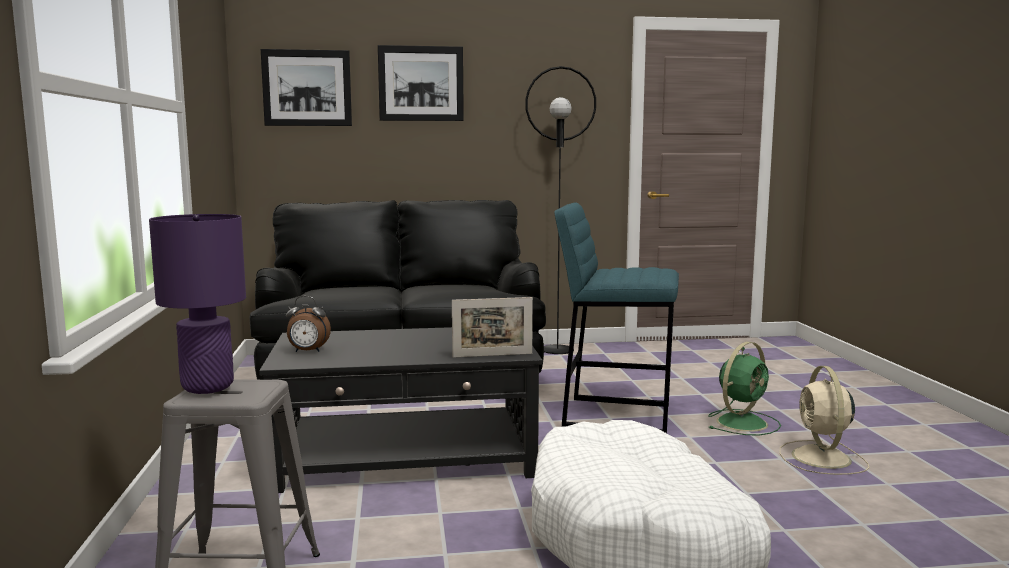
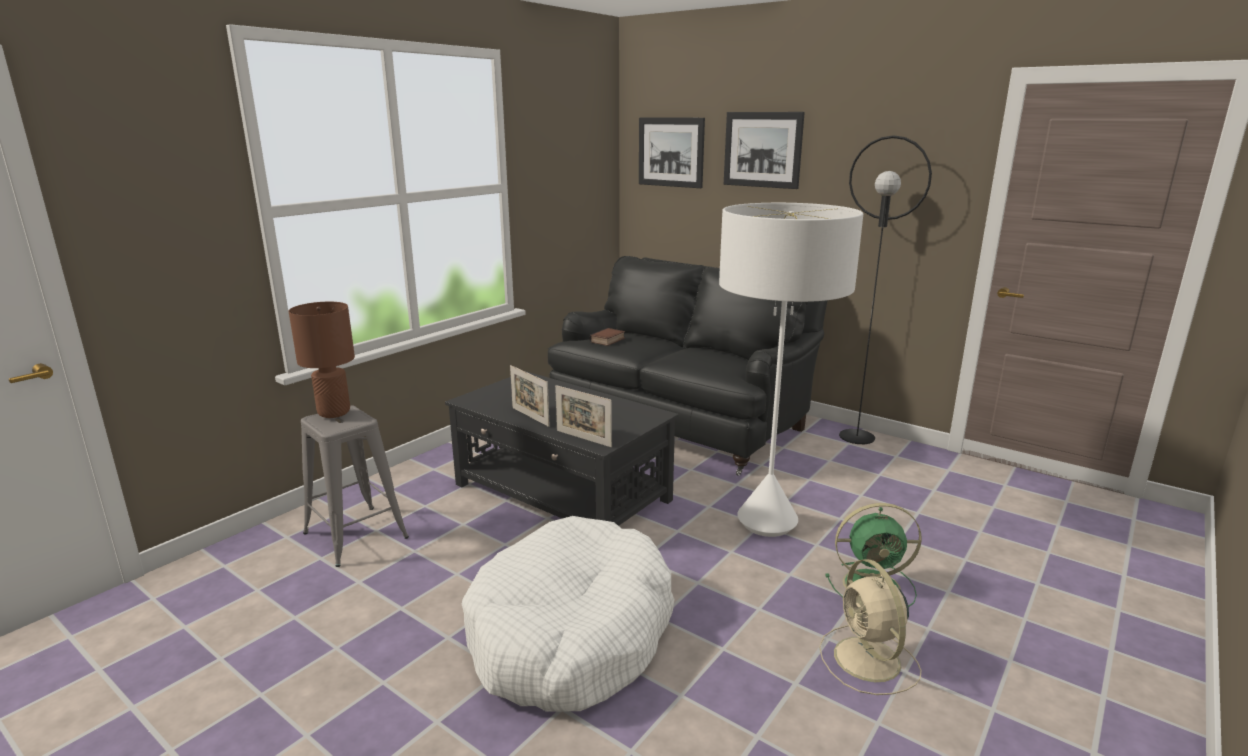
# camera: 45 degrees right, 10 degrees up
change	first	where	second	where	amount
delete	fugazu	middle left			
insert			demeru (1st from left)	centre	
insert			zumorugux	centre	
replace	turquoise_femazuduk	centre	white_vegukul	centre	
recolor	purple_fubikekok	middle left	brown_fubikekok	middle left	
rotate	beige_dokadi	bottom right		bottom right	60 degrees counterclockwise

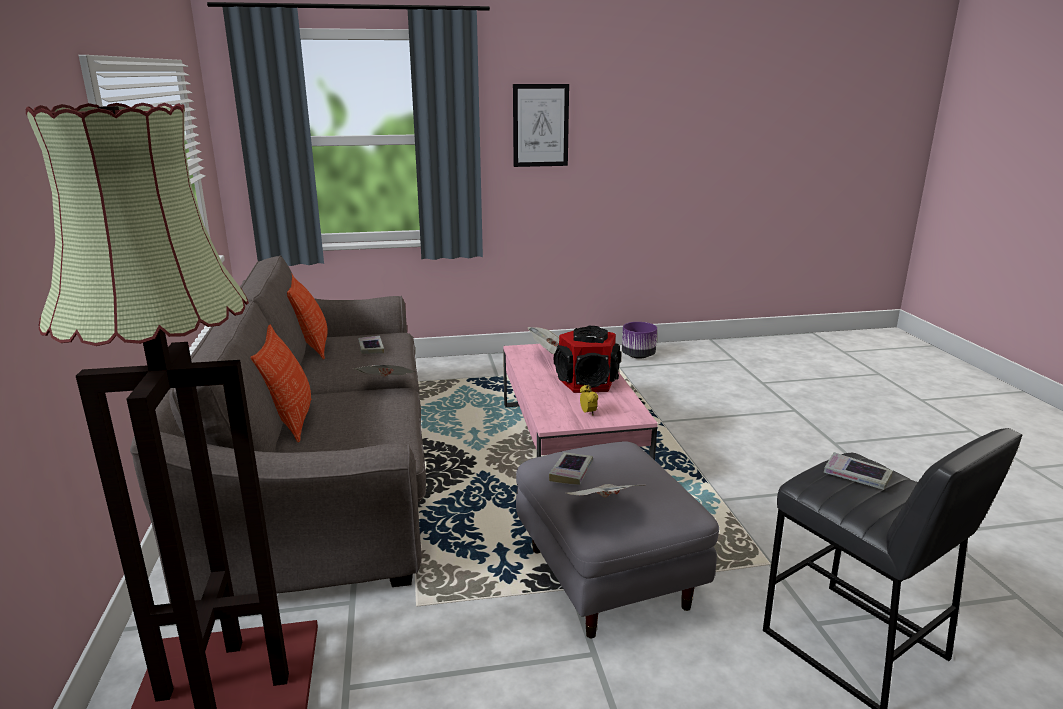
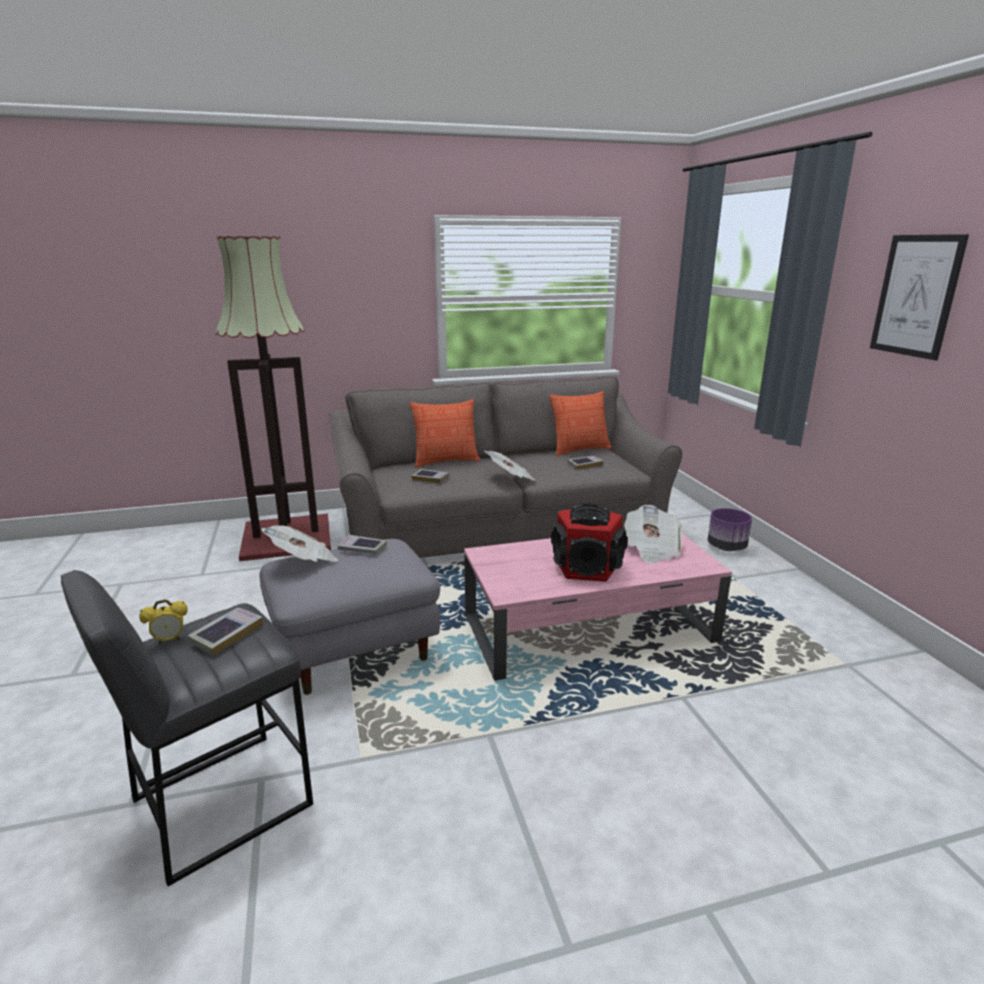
# camera: 85 degrees right, 0 degrees up
change	first	where	second	where	amount
insert			zumorugux (3rd from left)	centre	
move	fugazu	centre		middle left	
move	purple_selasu	centre		middle right	

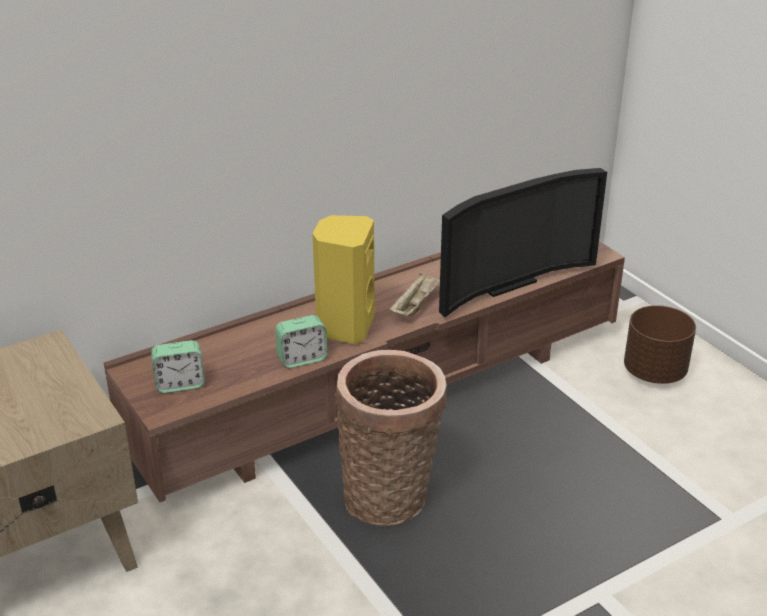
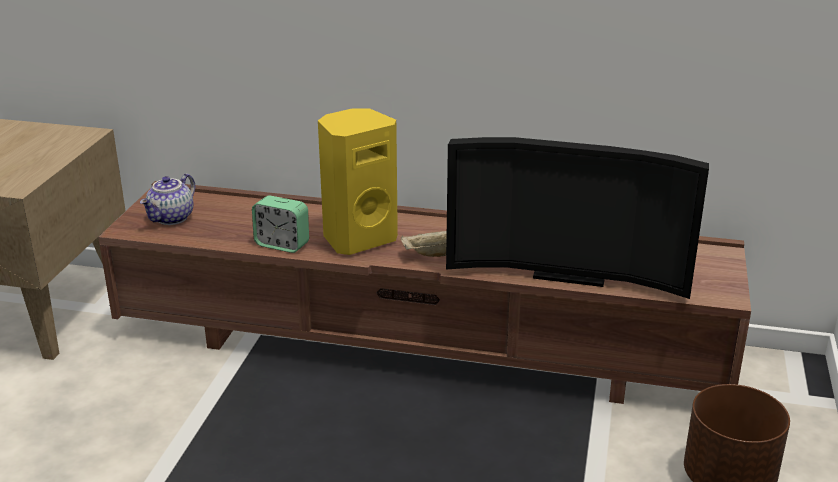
# camera: 45 degrees right, 5 degrees down
change	first	where	second	where	amount
delete	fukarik	bottom centre			
replace	fugazu (1st from left)	middle left	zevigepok	middle left	

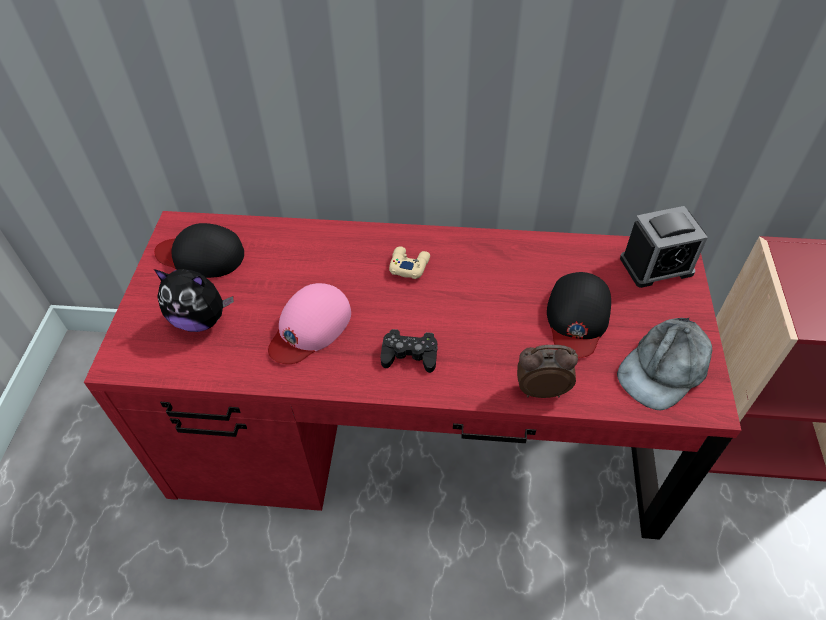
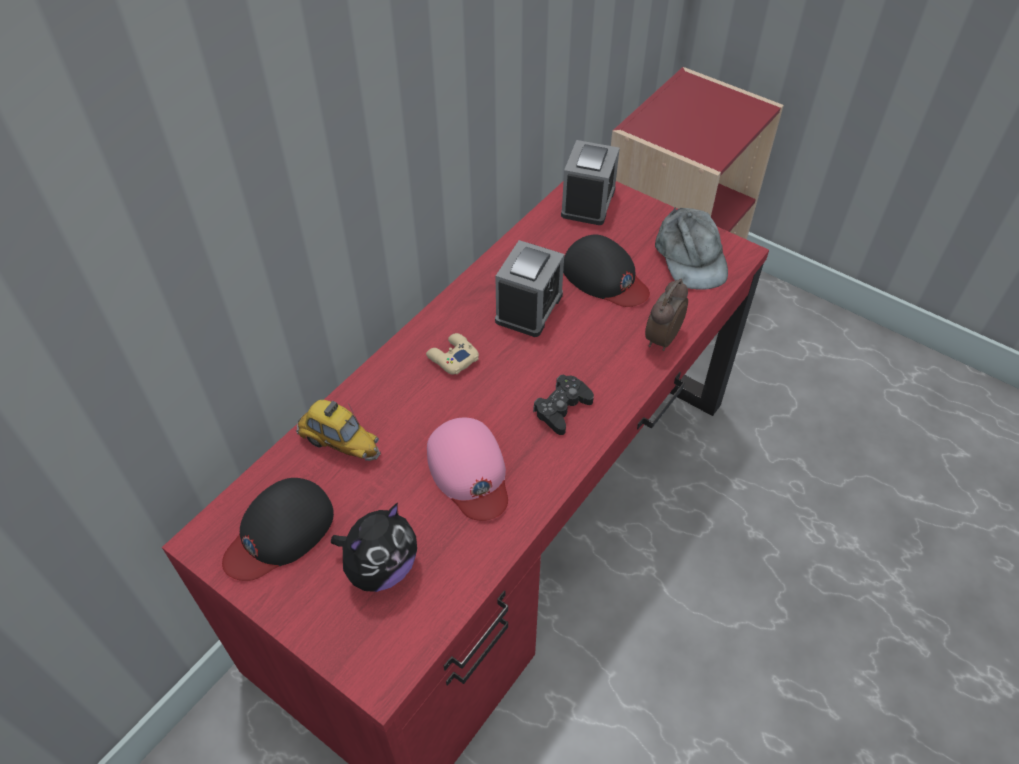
# camera: 60 degrees left, 0 degrees up
change	first	where	second	where	amount
insert			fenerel	middle left	
insert			fugazu (1st from left)	centre	

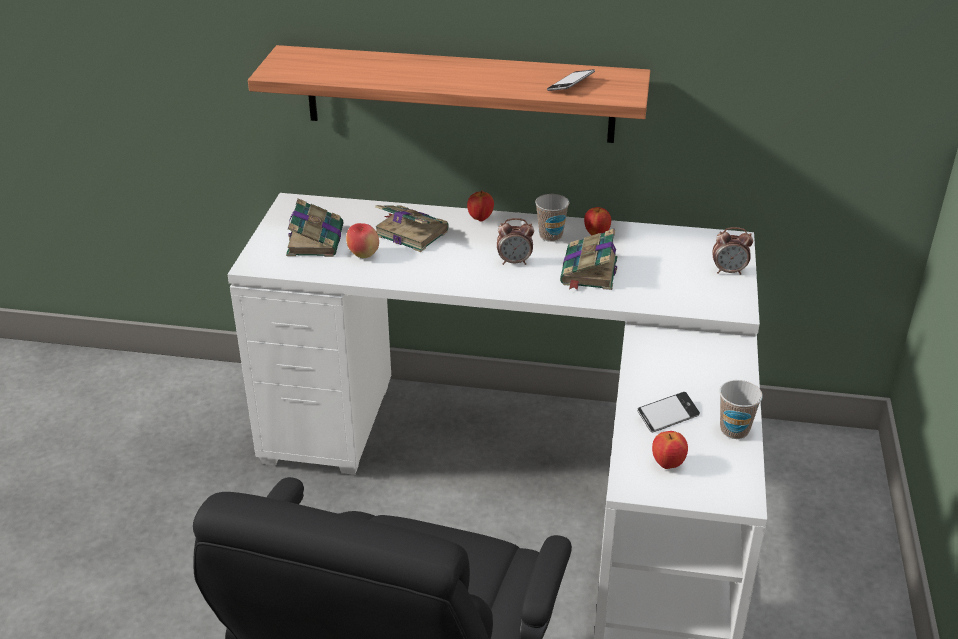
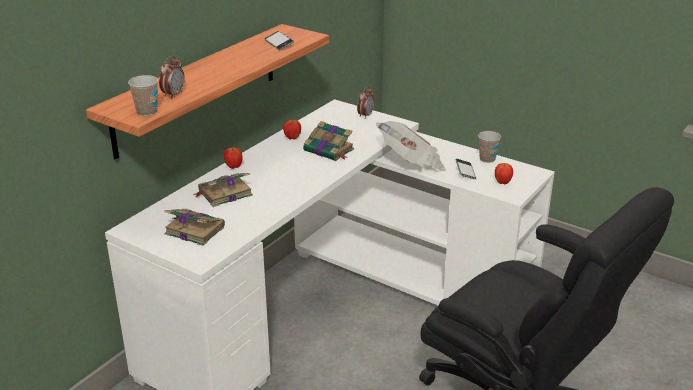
# camera: 65 degrees left, 5 degrees down
change	first	where	second	where	amount
delete	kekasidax (1st from left)	centre			
insert			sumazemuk	centre	
move	fugazu (1st from left)	centre		top left	
move	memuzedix (1st from left)	centre		top left	

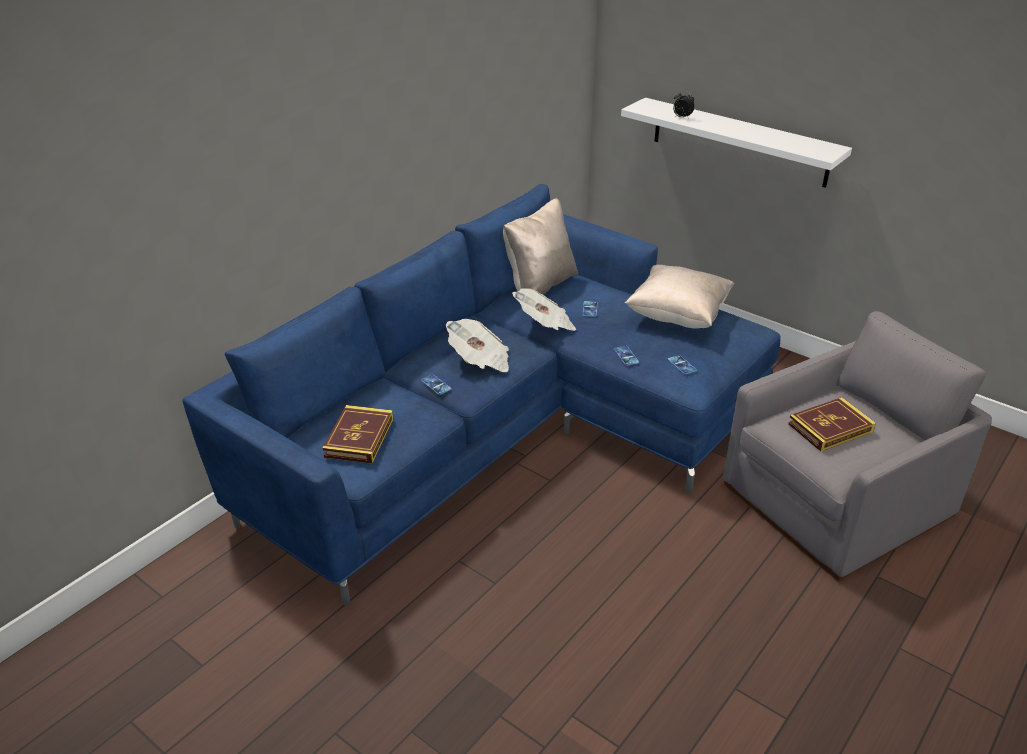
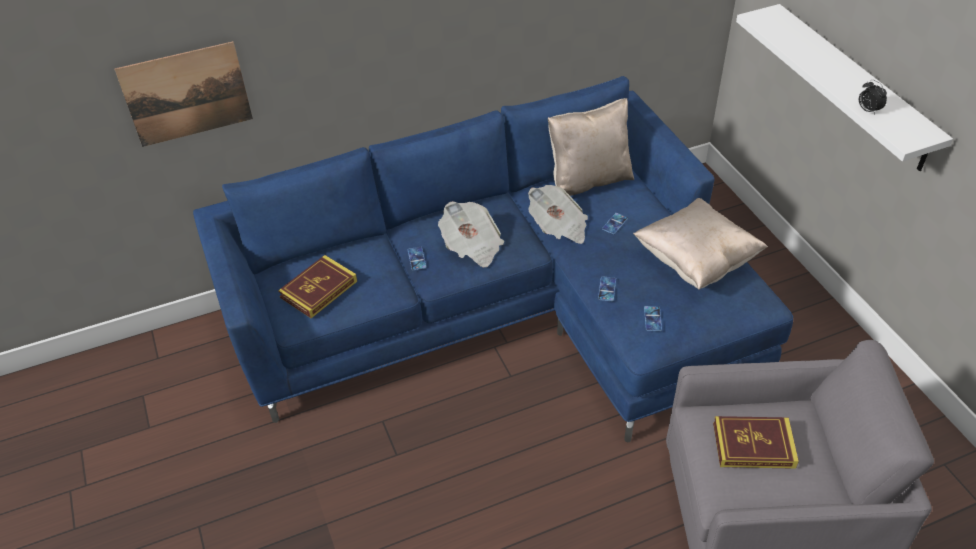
# camera: 30 degrees right, 10 degrees up
change	first	where	second	where	amount
insert			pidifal	top left	
move	fugazu	top centre		top right	

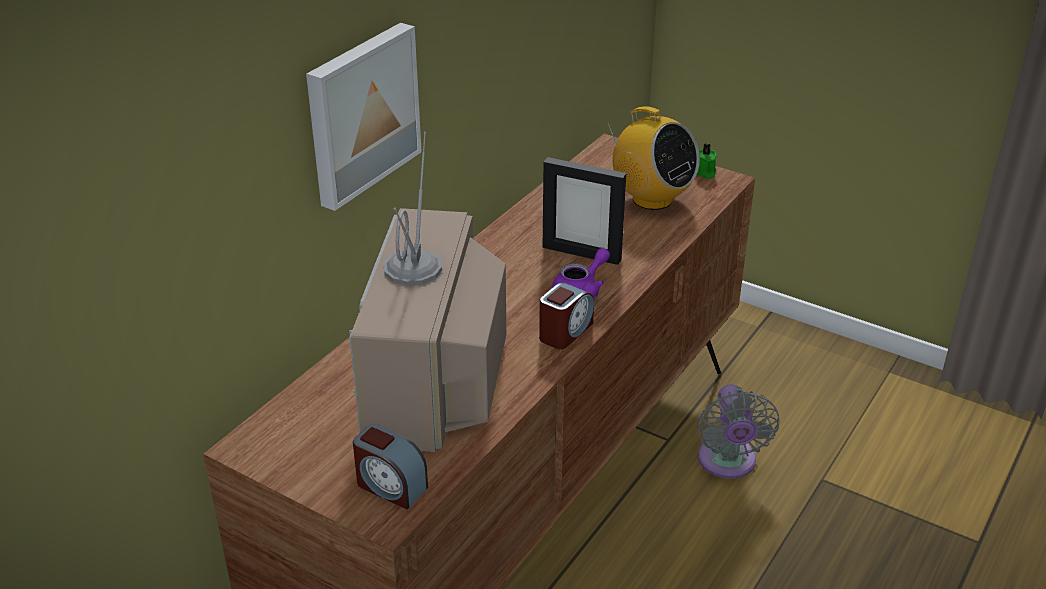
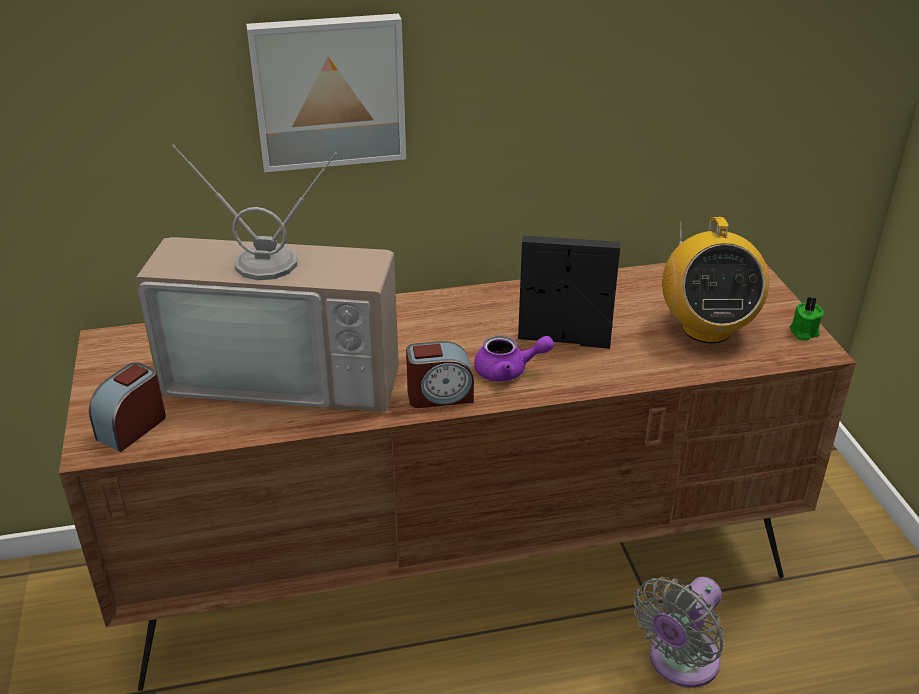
# camera: 45 degrees right, 0 degrees up
change	first	where	second	where	amount
rotate	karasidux	centre		middle left	135 degrees counterclockwise
rotate	fugazu (1st from left)	bottom centre		middle left	45 degrees clockwise
rotate	demeru	centre		centre	120 degrees clockwise

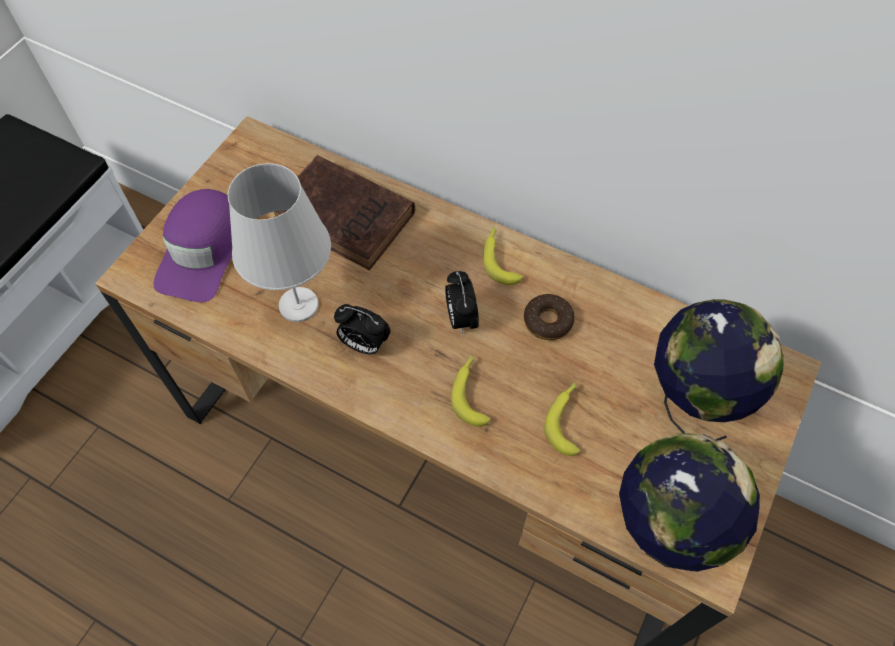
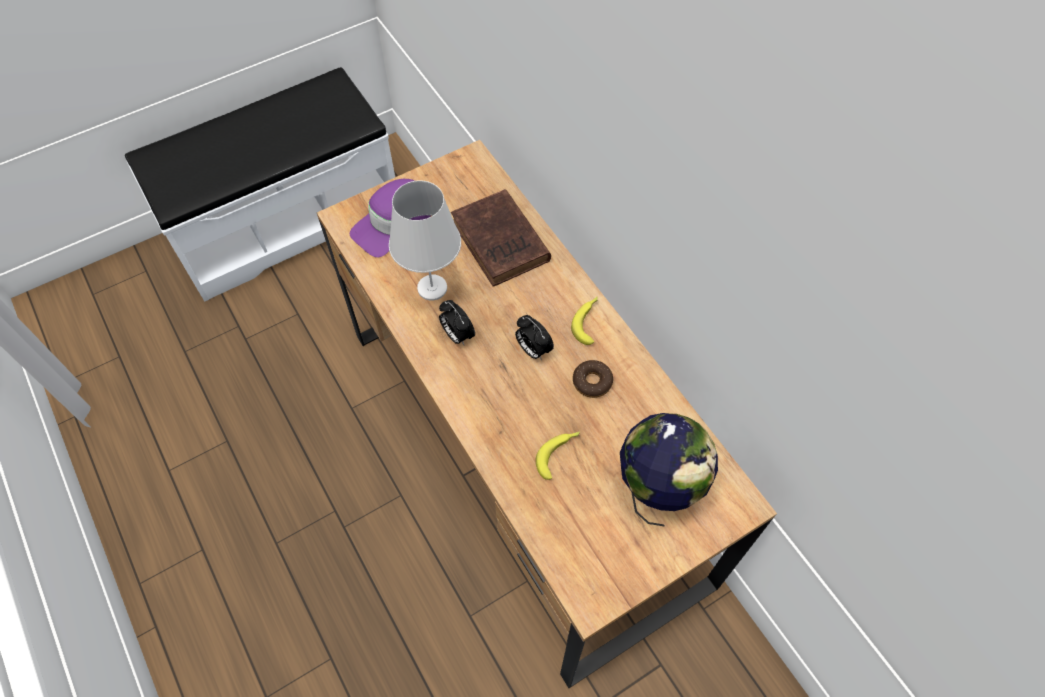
# camera: 30 degrees right, 0 degrees up
change	first	where	second	where	amount
delete	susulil (1st from left)	centre			
delete	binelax (1st from left)	bottom right			
rotate	fugazu (2nd from left)	centre		centre	60 degrees counterclockwise

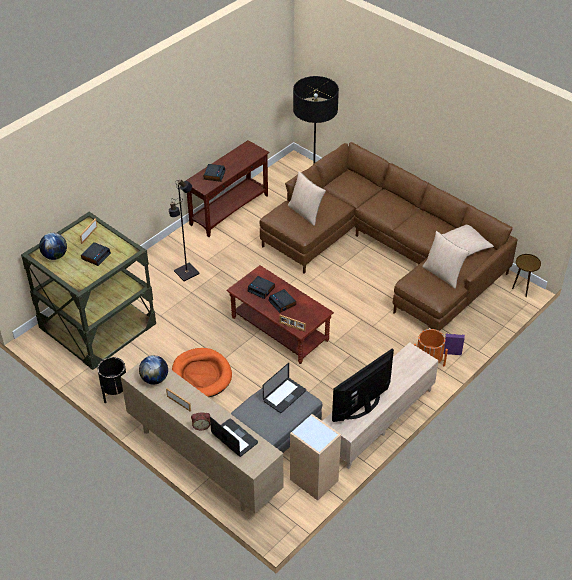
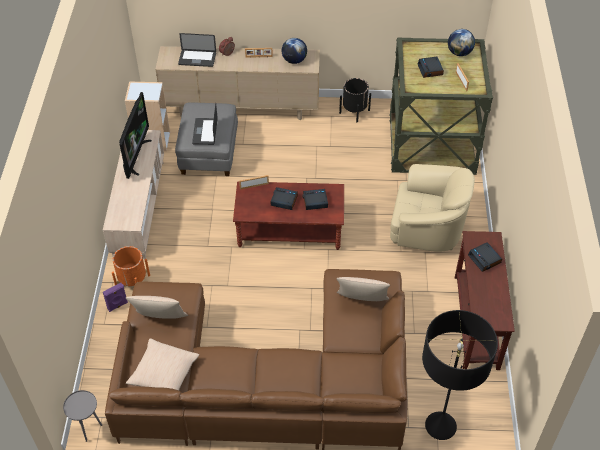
# camera: 140 degrees right, 5 degrees up
change	first	where	second	where	amount
delete	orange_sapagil	centre			
replace	black_vegukul (1st from left)	middle left	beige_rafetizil	middle right	
recolor	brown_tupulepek	middle right	grey_tupulepek	bottom left	

